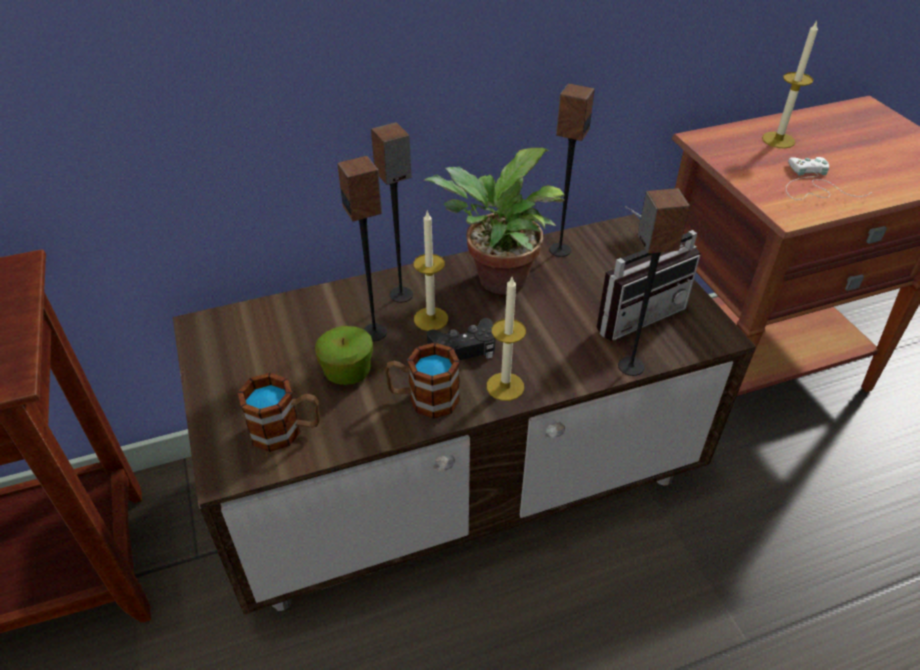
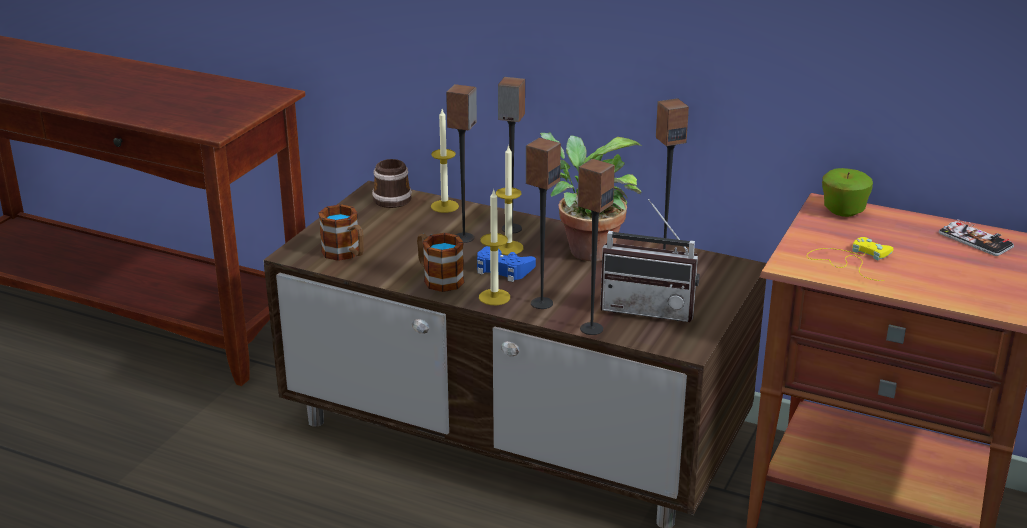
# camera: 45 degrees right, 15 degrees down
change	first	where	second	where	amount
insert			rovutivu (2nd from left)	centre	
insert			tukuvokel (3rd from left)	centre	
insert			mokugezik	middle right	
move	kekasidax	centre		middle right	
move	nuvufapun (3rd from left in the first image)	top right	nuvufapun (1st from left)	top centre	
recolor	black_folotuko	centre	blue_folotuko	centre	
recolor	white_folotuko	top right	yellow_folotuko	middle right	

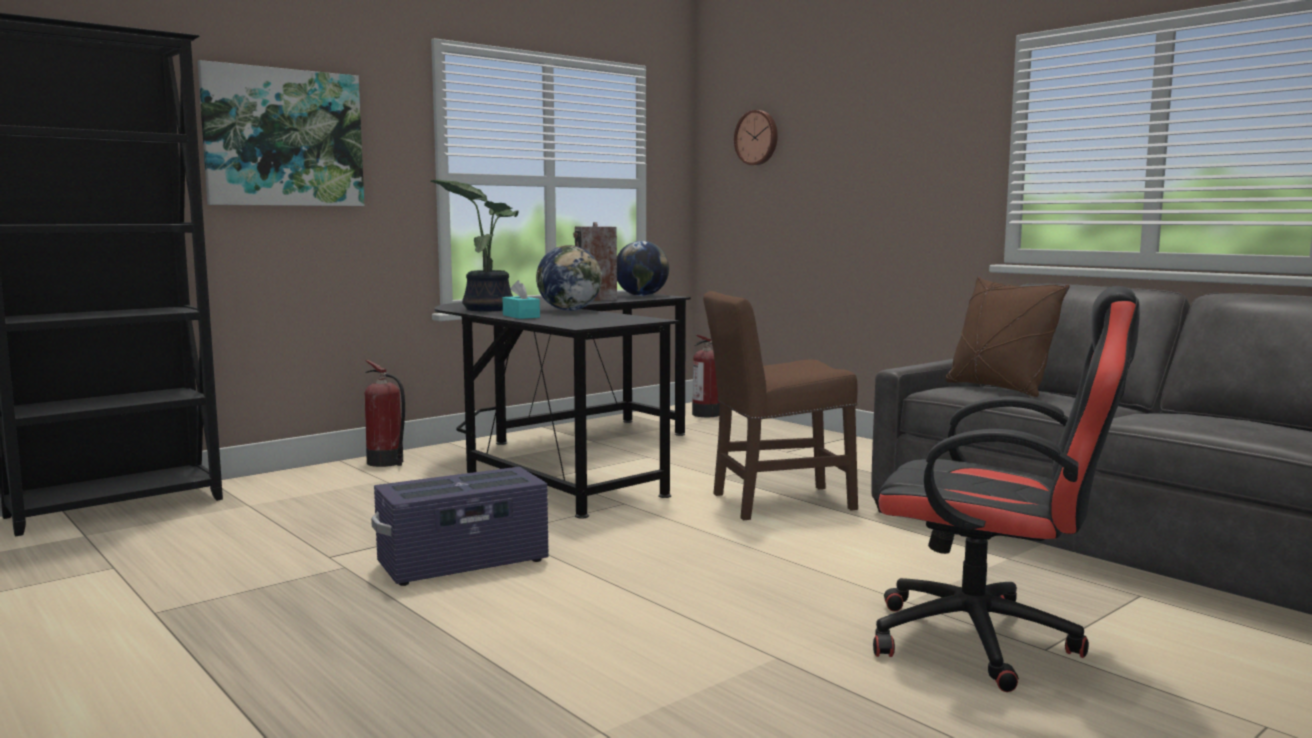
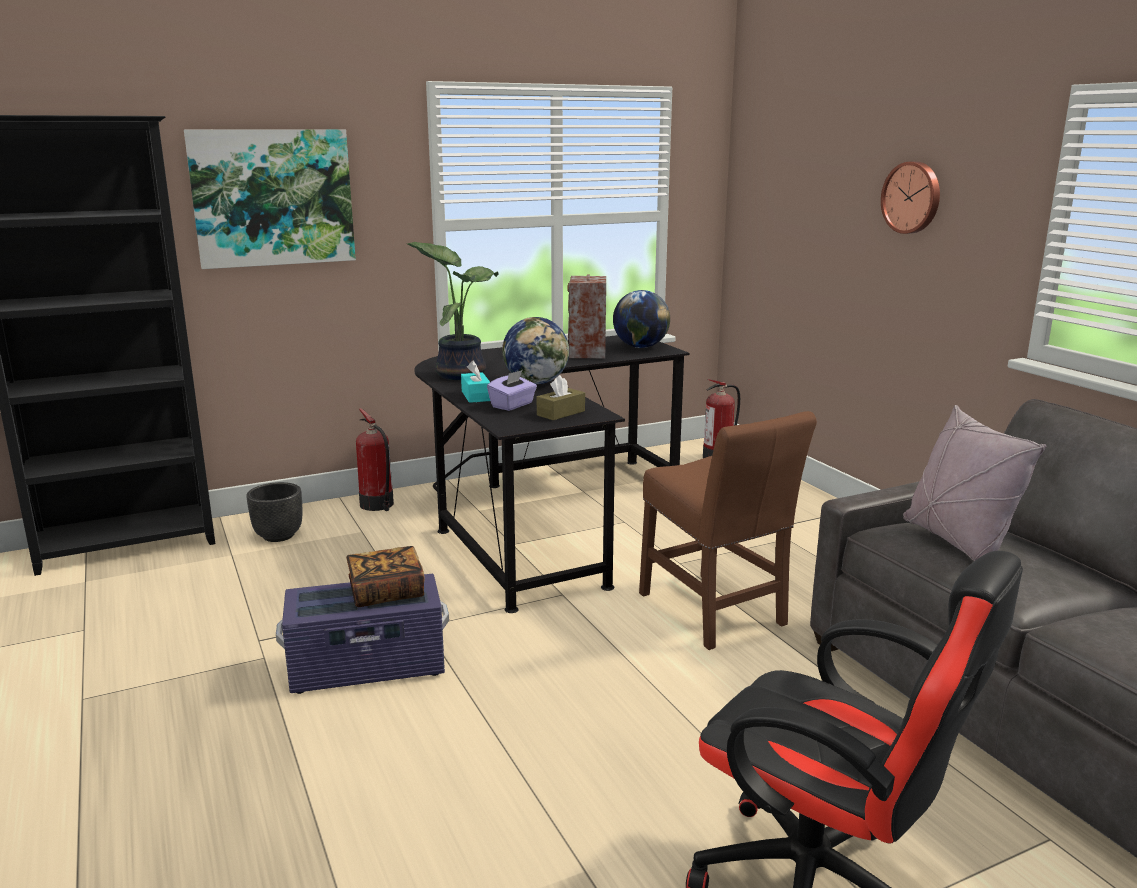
# camera: 15 degrees right, 10 degrees up
change	first	where	second	where	amount
insert			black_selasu	middle left	
insert			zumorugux	centre	
insert			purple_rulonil	centre	
insert			brown_rulonil	centre	
move	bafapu	top centre		top right	
recolor	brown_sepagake	middle right	purple_sepagake	middle right	
rotate	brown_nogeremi	centre		centre	120 degrees counterclockwise

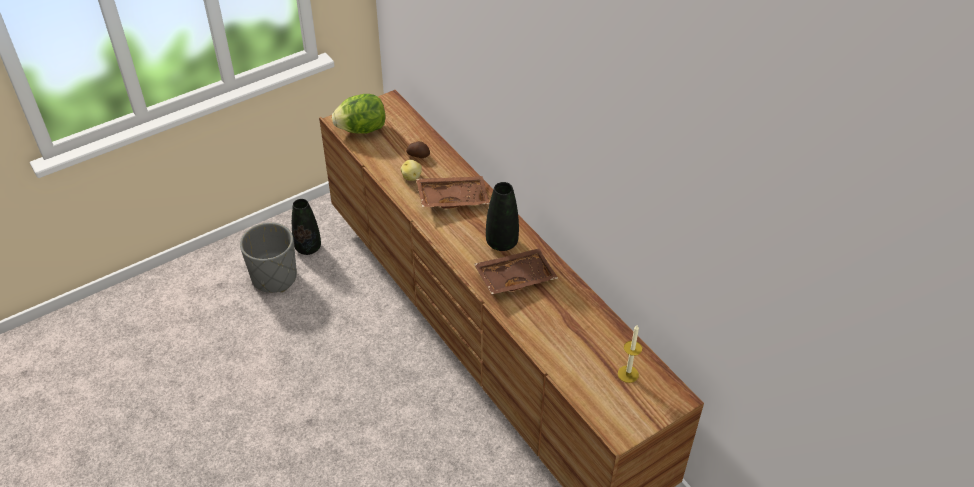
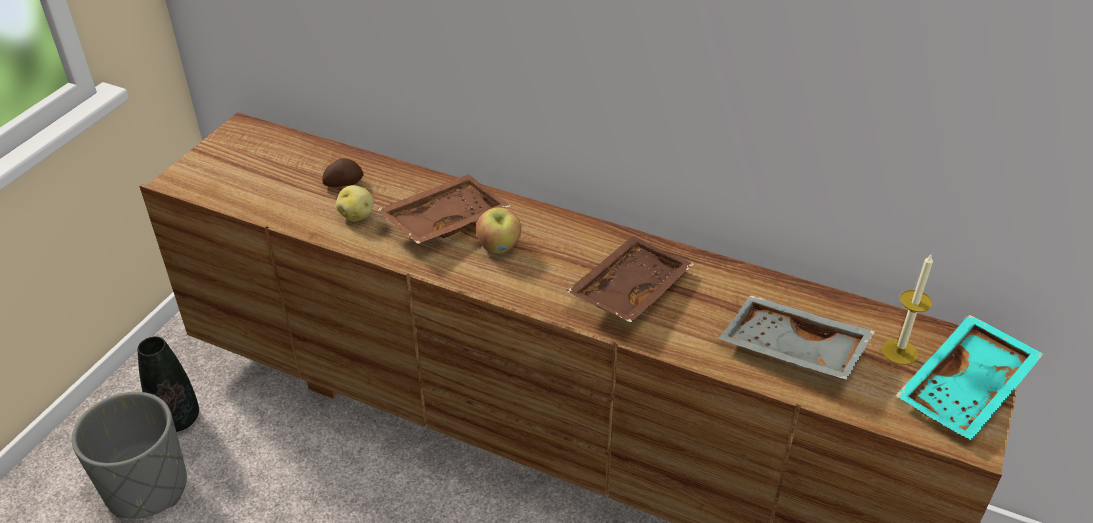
# camera: 30 degrees left, 5 degrees down
change	first	where	second	where	amount
delete	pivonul	top centre			
delete	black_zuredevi (2nd from left)	centre			
insert			kekasidax	centre	
insert			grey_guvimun	middle right	
insert			turquoise_guvimun	bottom right	

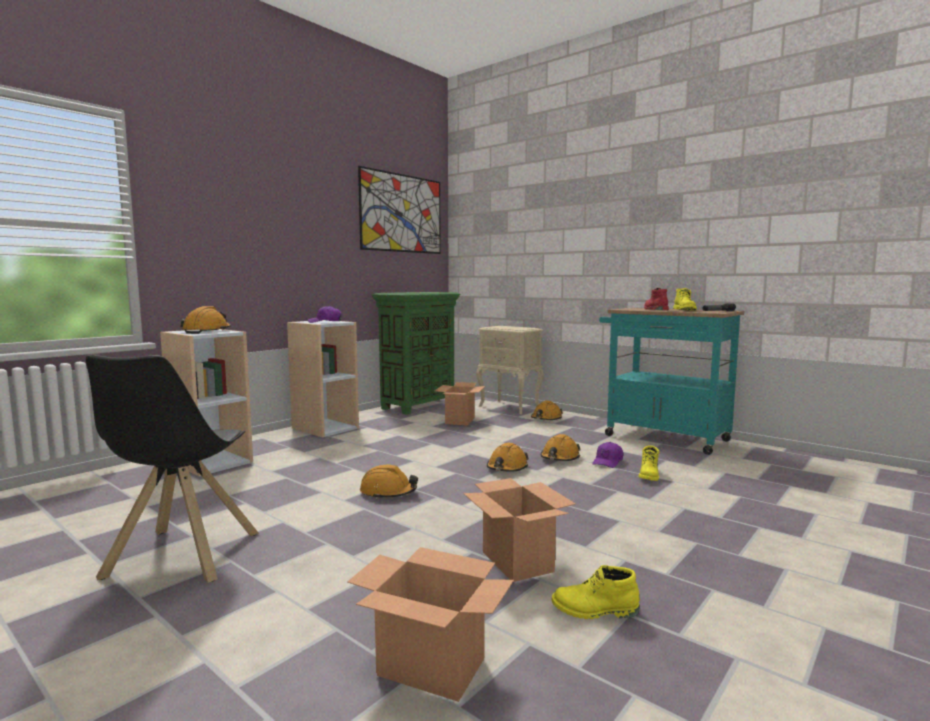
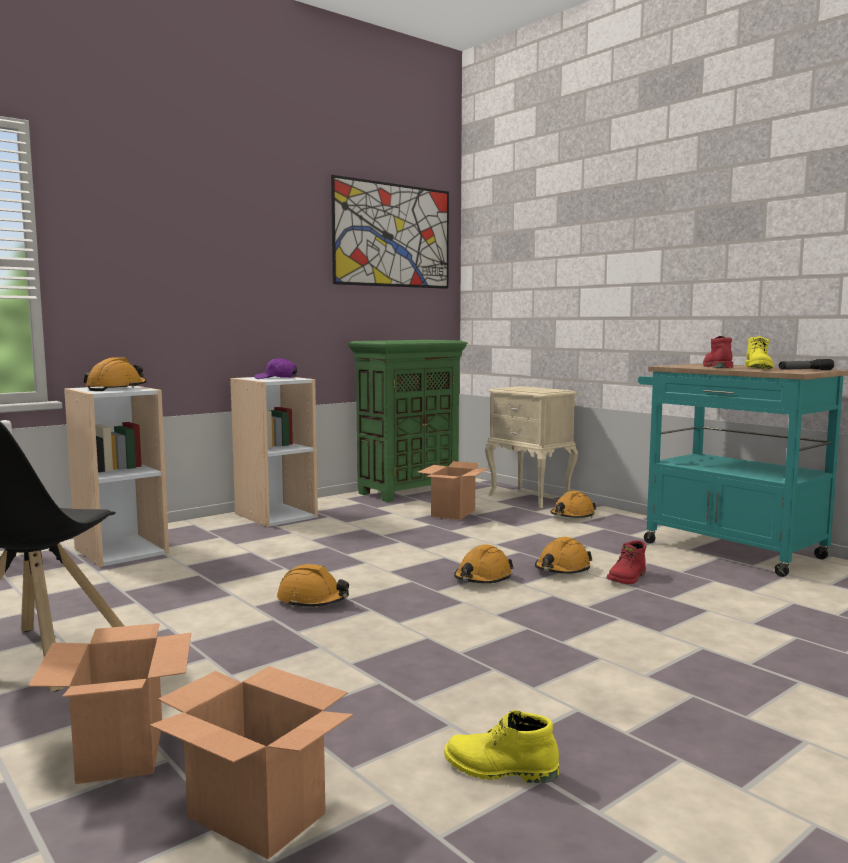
# camera: 10 degrees right, 0 degrees up
change	first	where	second	where	amount
delete	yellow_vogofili (2nd from left)	middle right			
move	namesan (3rd from left in the first image)	bottom centre	namesan (1st from left)	bottom left	
replace	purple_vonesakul (2nd from left)	centre	red_vogofili (1st from left)	middle right	

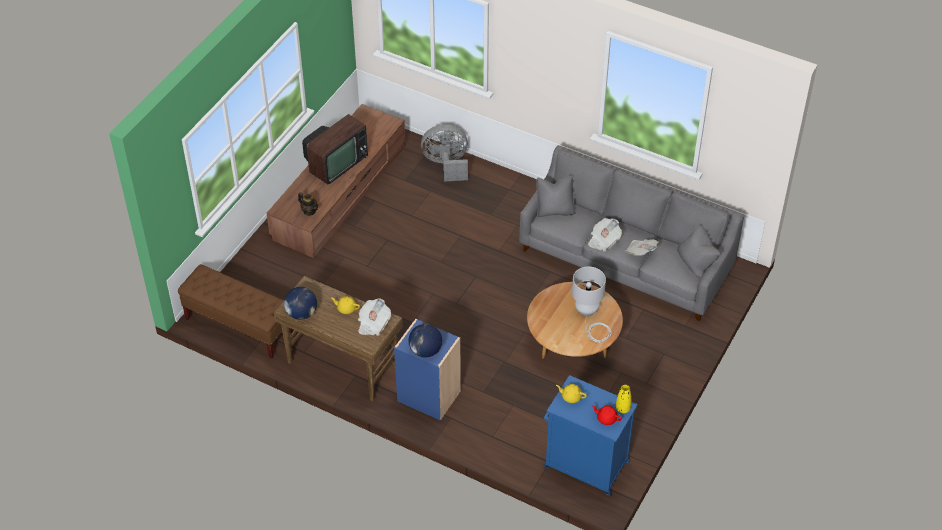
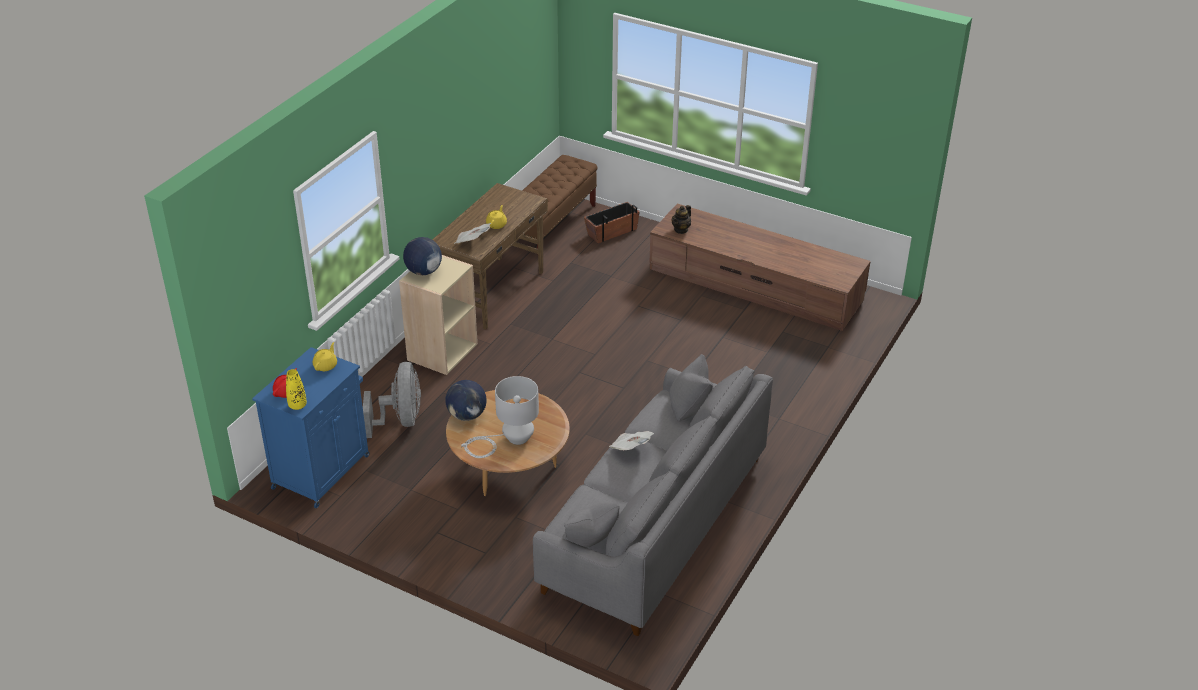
# camera: 90 degrees right, 10 degrees down
change	first	where	second	where	amount
delete	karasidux	top centre			
delete	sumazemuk (3rd from left)	middle right			
insert			selasu	top centre	
move	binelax (1st from left in the first image)	middle left	binelax (2nd from left)	centre	
move	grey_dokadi	top centre		middle left	
recolor	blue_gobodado	bottom centre	beige_gobodado	centre	

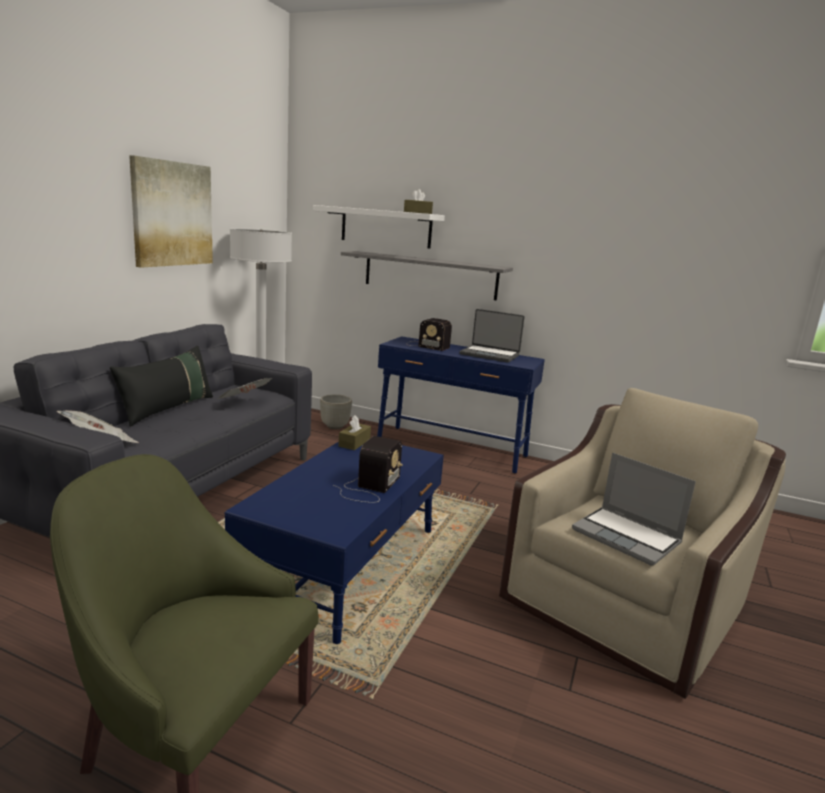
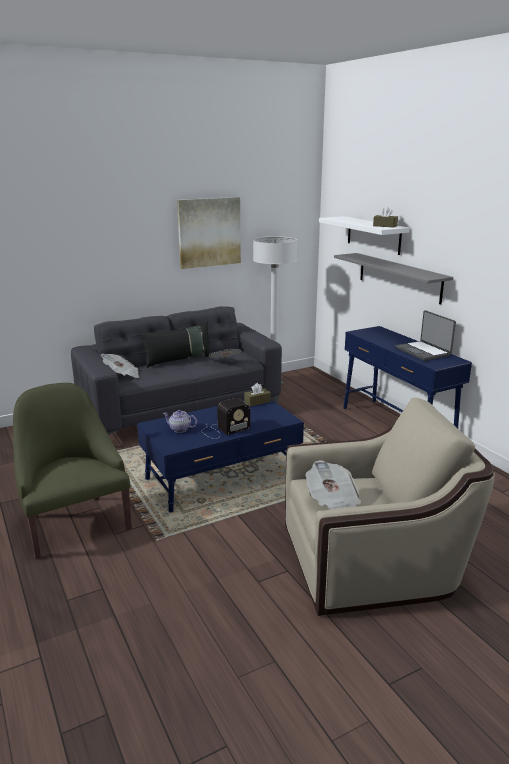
# camera: 40 degrees right, 5 degrees up
change	first	where	second	where	amount
delete	grey_selasu	centre			
delete	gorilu (2nd from left)	centre			
insert			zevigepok	centre	
replace	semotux (2nd from left)	middle right	sumazemuk (3rd from left)	centre	

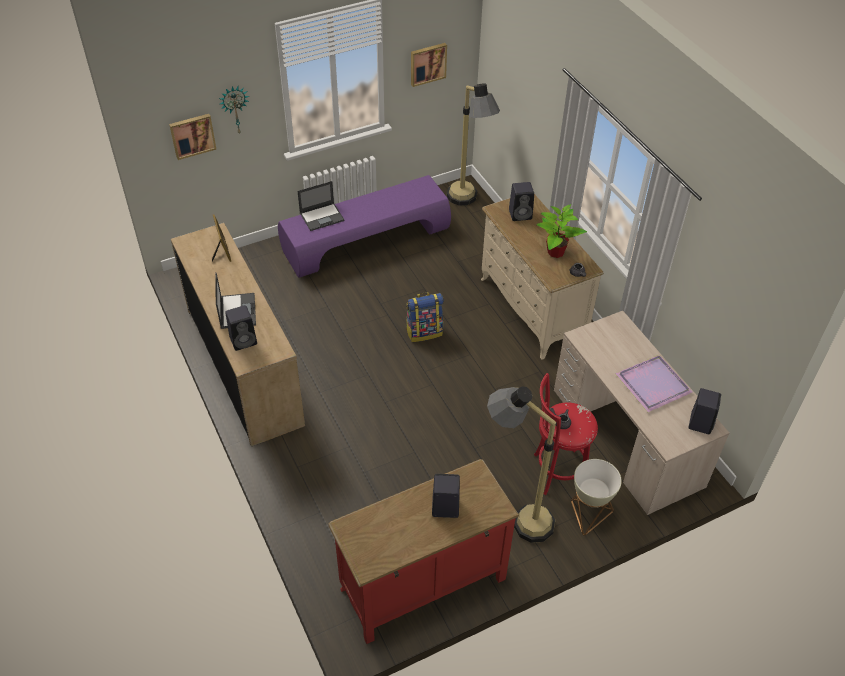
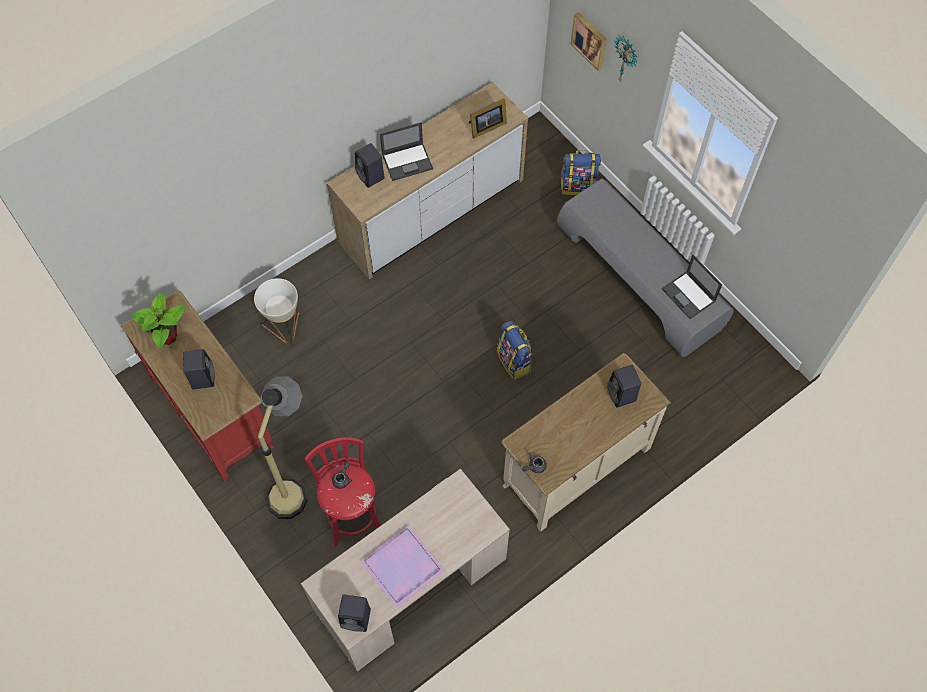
# camera: 80 degrees right, 15 degrees up
change	first	where	second	where	amount
delete	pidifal (2nd from left)	top centre			
delete	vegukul (1st from left)	top centre			
insert			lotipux (2nd from left)	top centre	
move	semotux (2nd from left)	top centre		middle right	
move	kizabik	centre		middle left	
move	selasu	bottom right		middle left	
recolor	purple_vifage	centre	grey_vifage	middle right	

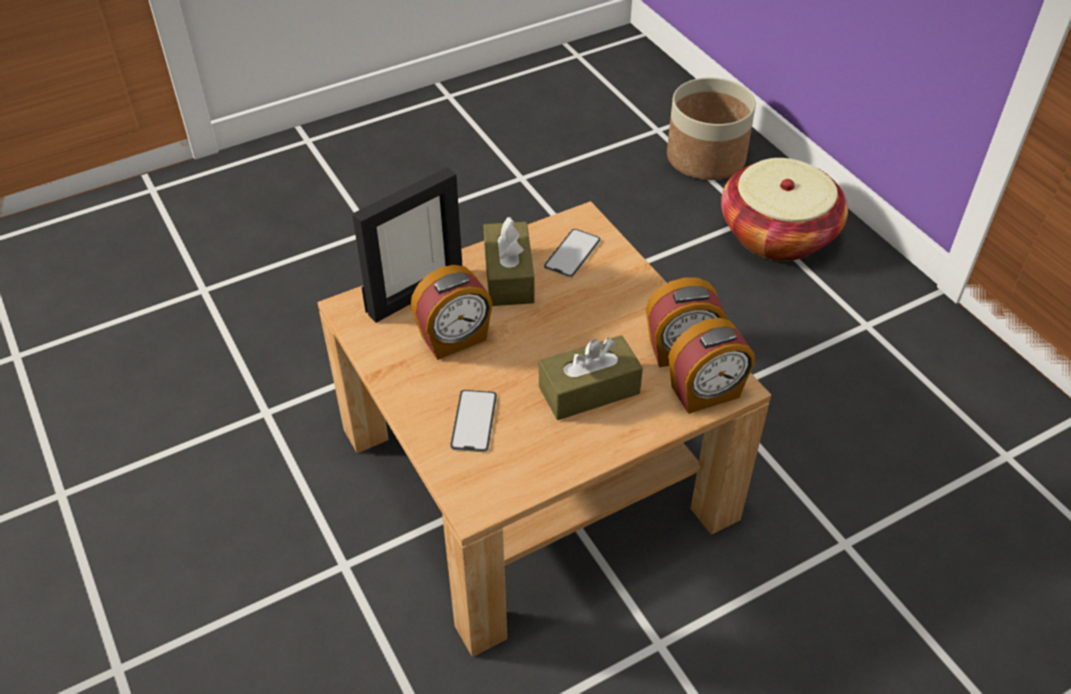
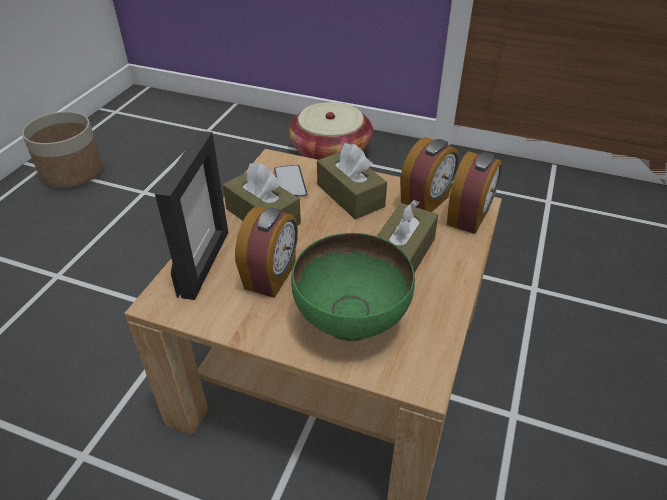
# camera: 40 degrees left, 5 degrees down
change	first	where	second	where	amount
insert			brown_rulonil (2nd from left)	centre	
move	selasu	top centre		top left	
replace	mokugezik (1st from left)	centre	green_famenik	centre	

